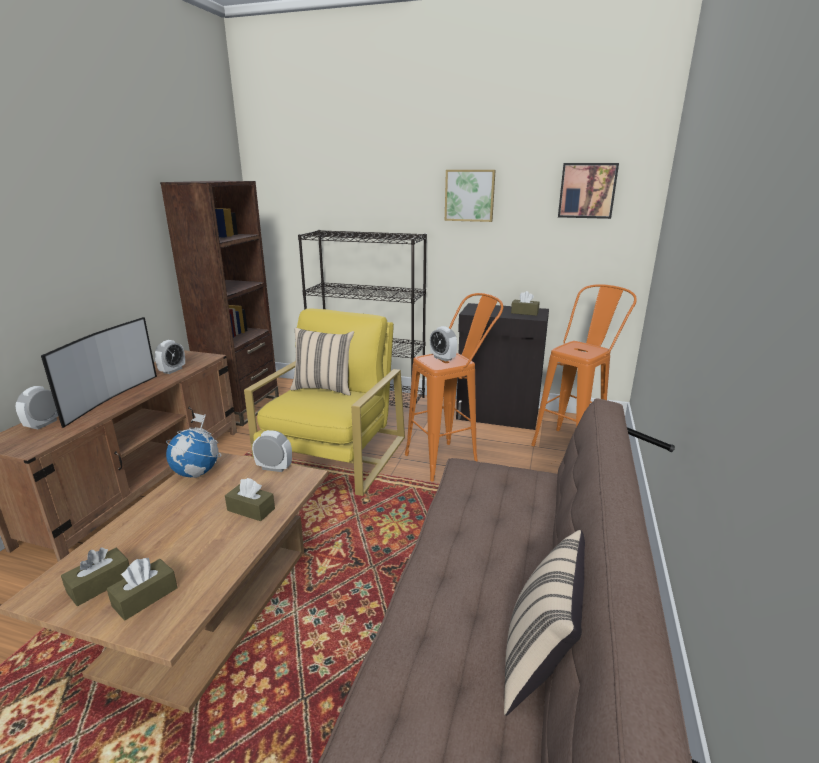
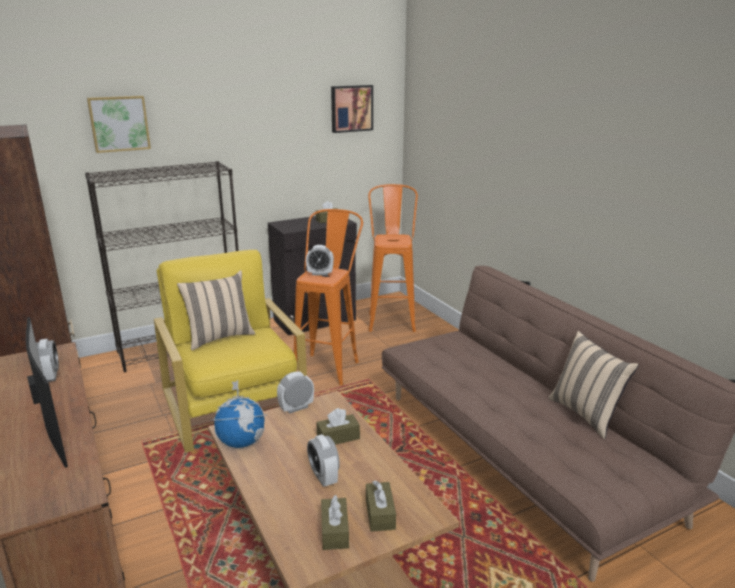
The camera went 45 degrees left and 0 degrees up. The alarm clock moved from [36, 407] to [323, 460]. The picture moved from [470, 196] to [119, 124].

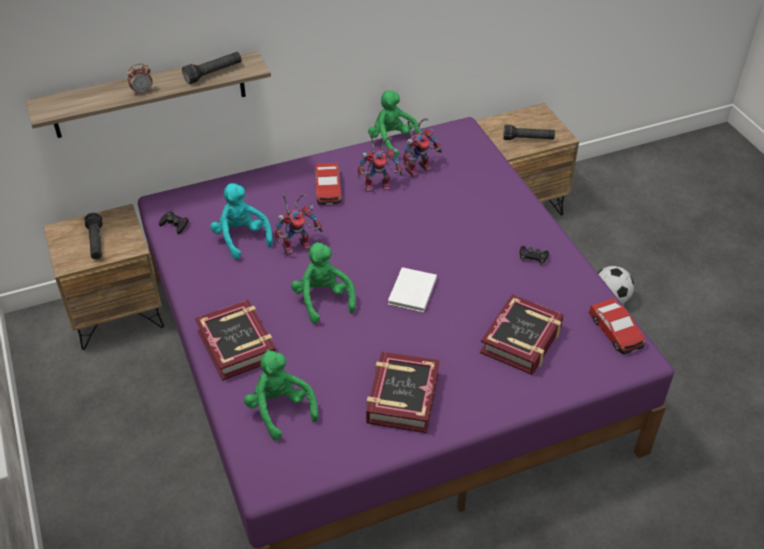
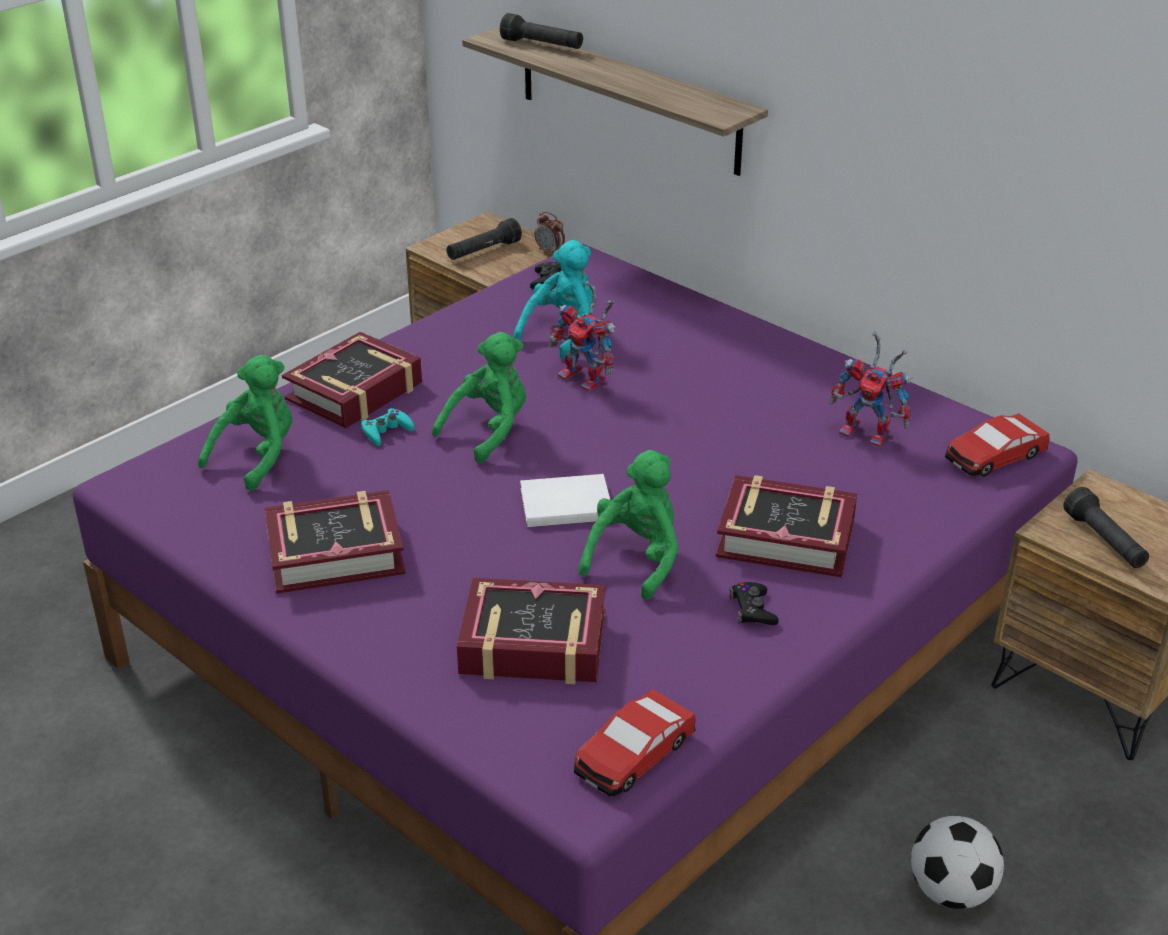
The camera went 65 degrees right and 10 degrees down. The toy robot at [380, 163] disappeared. The turquoise game controller at [388, 427] appeared. The book at [786, 526] appeared. The alarm clock moved from [140, 79] to [550, 233]. The black flashlight moved from [211, 68] to [541, 31]. The toy car moved from [328, 184] to [997, 445]. The green plush toy moved from [395, 124] to [629, 525].

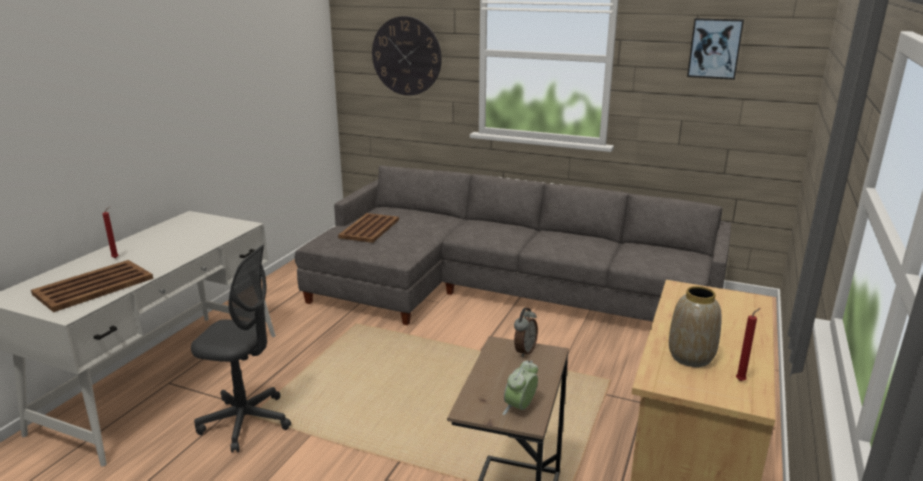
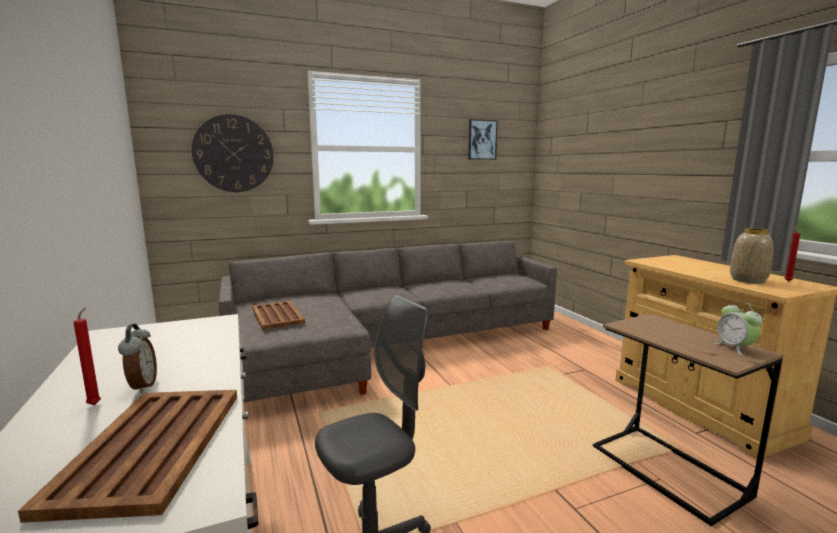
The camera went 45 degrees left and 10 degrees down. The alarm clock moved from [526, 332] to [137, 358].

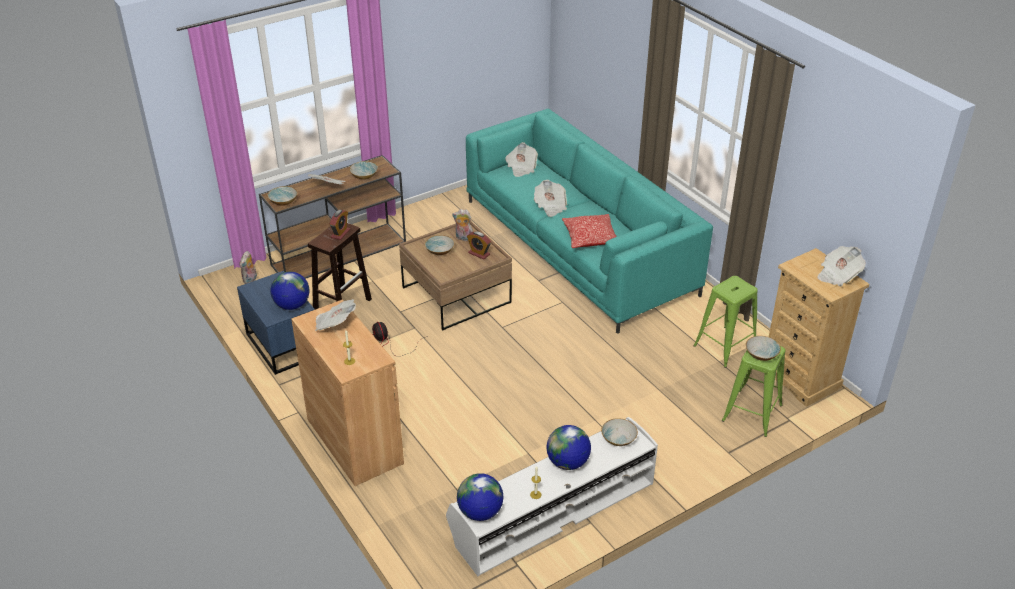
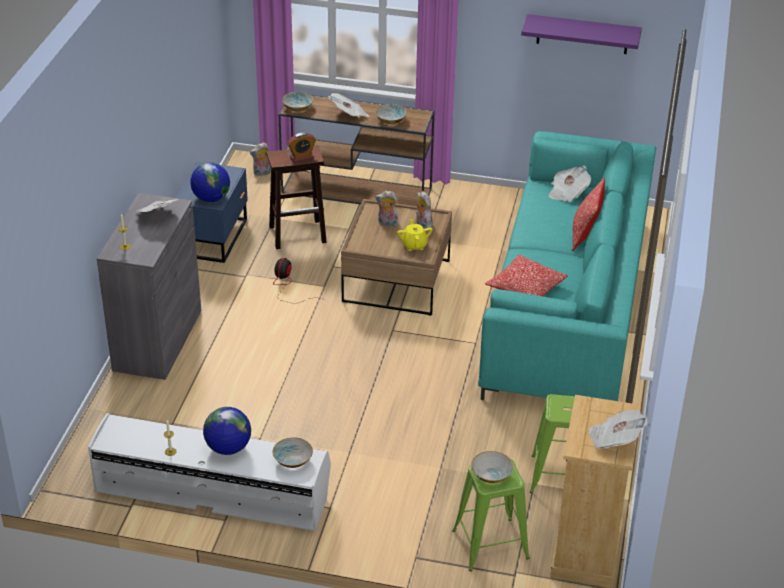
The camera went 45 degrees right and 0 degrees up. The globe at [480, 497] disappeared. The newspaper at [550, 198] disappeared. The purple shelf at [581, 34] appeared. The pillow at [588, 214] appeared. The bowl at [440, 245] was replaced by the plush toy at [387, 209]. The alarm clock at [479, 245] was replaced by the yellow teapot at [415, 235]. The brown cabinet at [347, 392] became the grey cabinet at [149, 286].

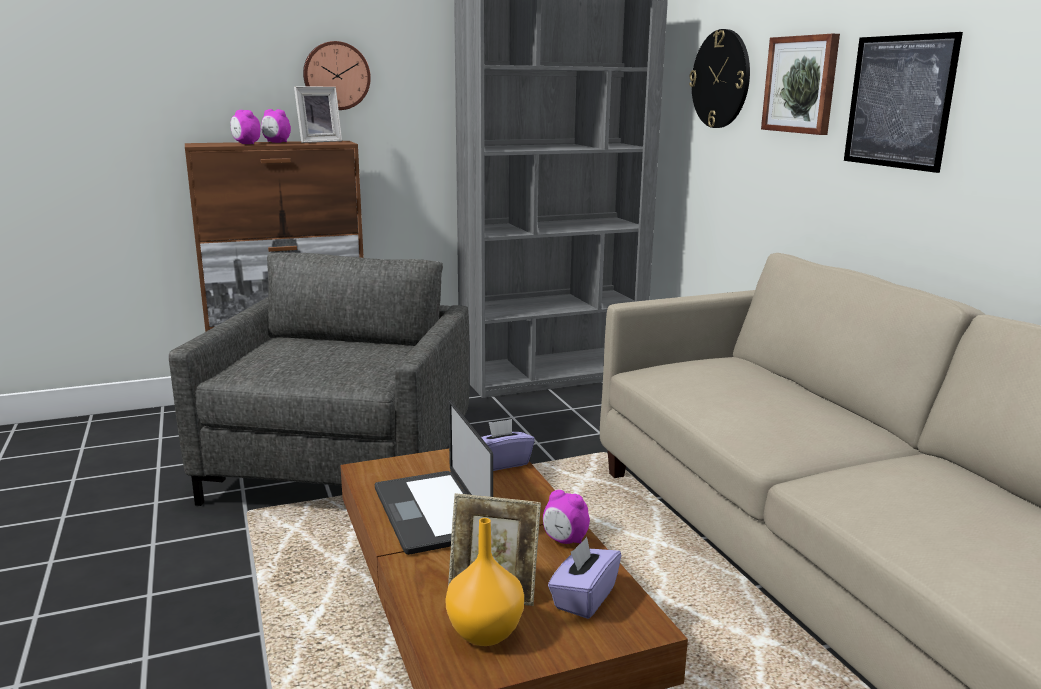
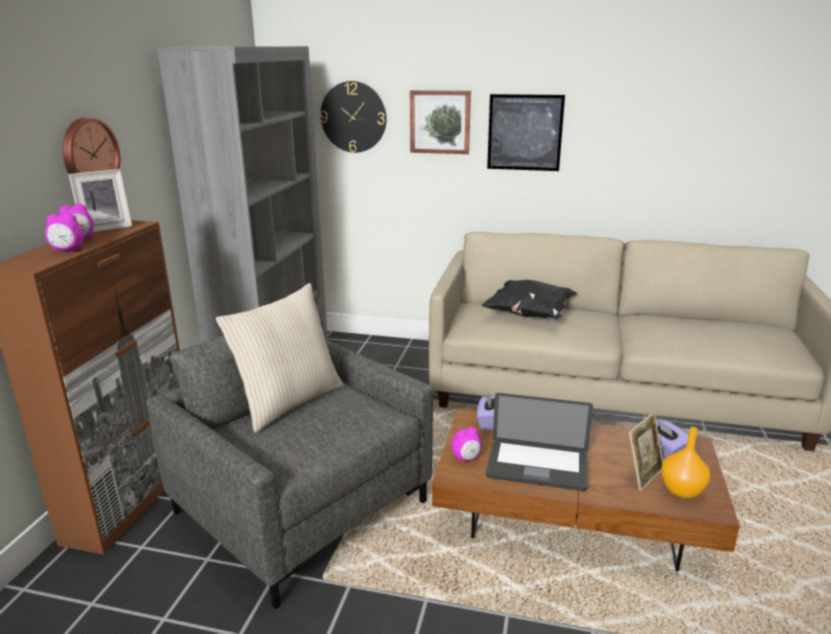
The camera went 55 degrees left and 5 degrees up. The beige pillow at [280, 358] appeared. The black pillow at [529, 299] appeared. The alarm clock moved from [566, 517] to [466, 444]. The picture frame at [318, 115] turned 60 degrees clockwise.

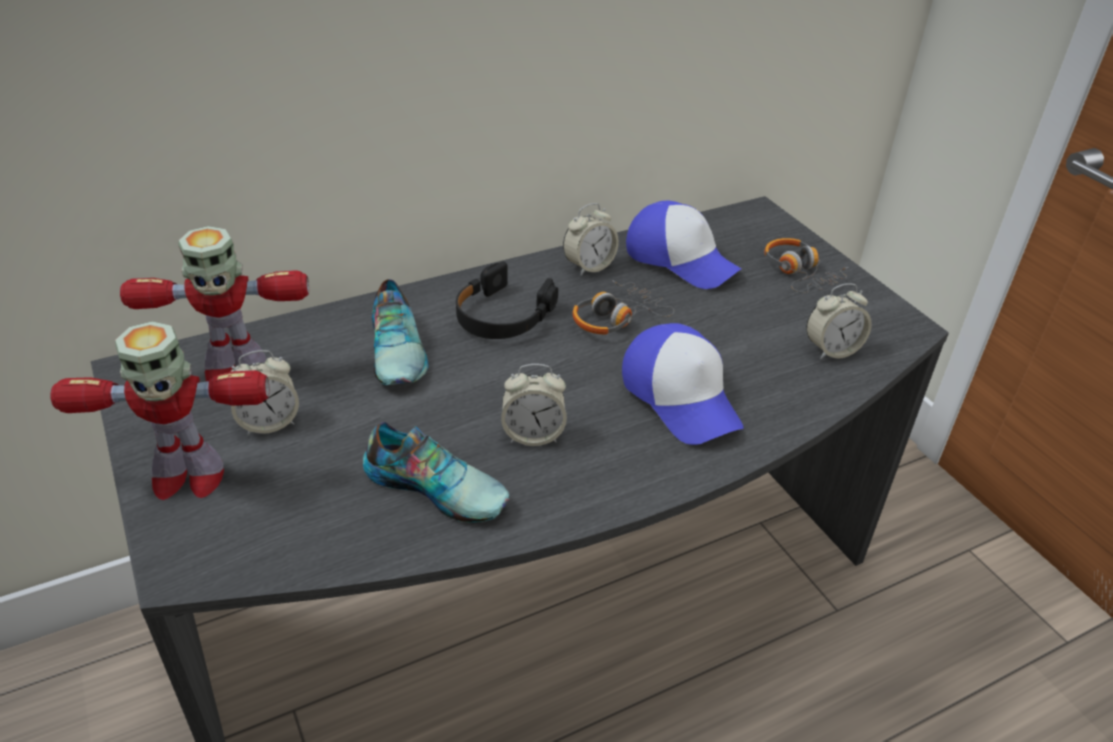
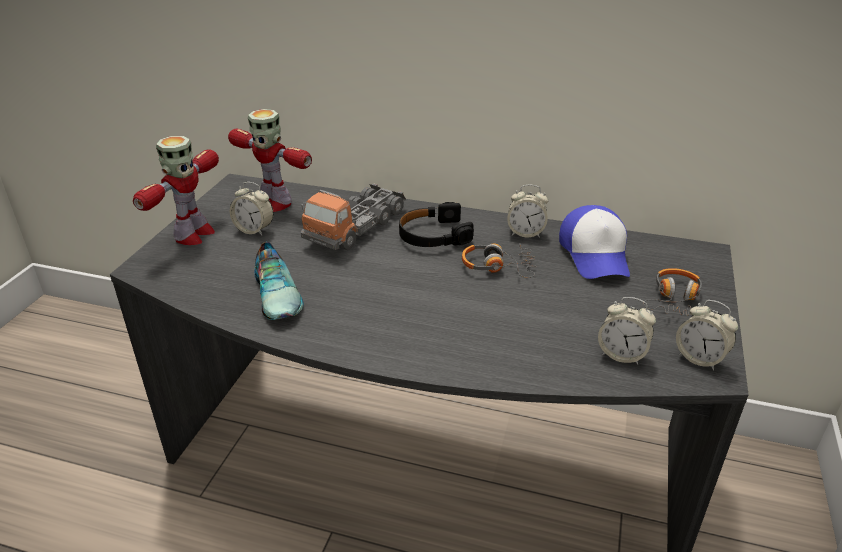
The camera went 45 degrees right and 5 degrees down. The cap at [683, 384] disappeared. The alarm clock moved from [534, 405] to [707, 335]. The shoe at [400, 332] was replaced by the toy truck at [353, 216]. The toy robot at [159, 410] turned 105 degrees counterclockwise.

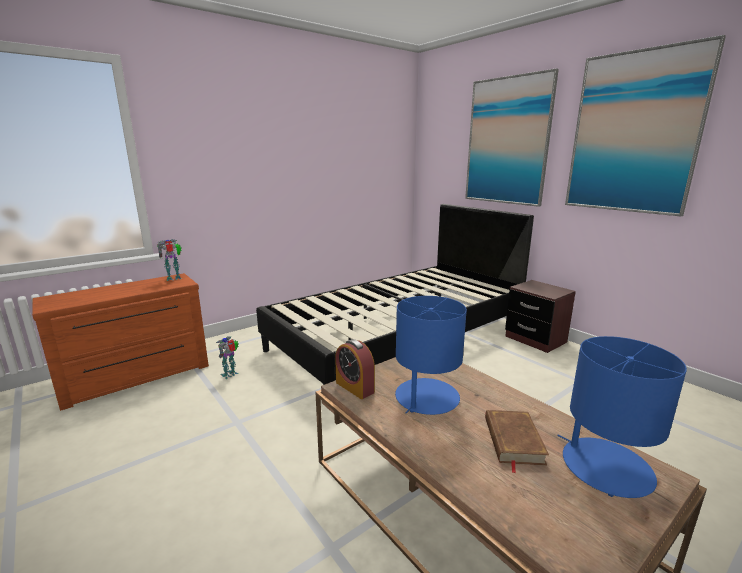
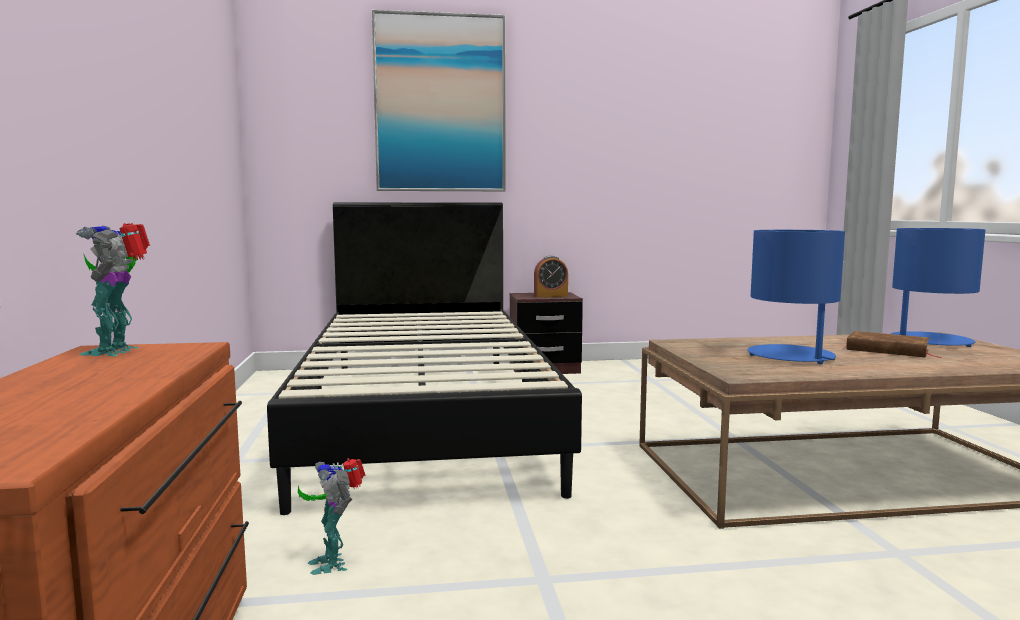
The camera went 60 degrees left and 10 degrees down. The picture at [645, 125] disappeared. The alarm clock moved from [355, 369] to [551, 276].

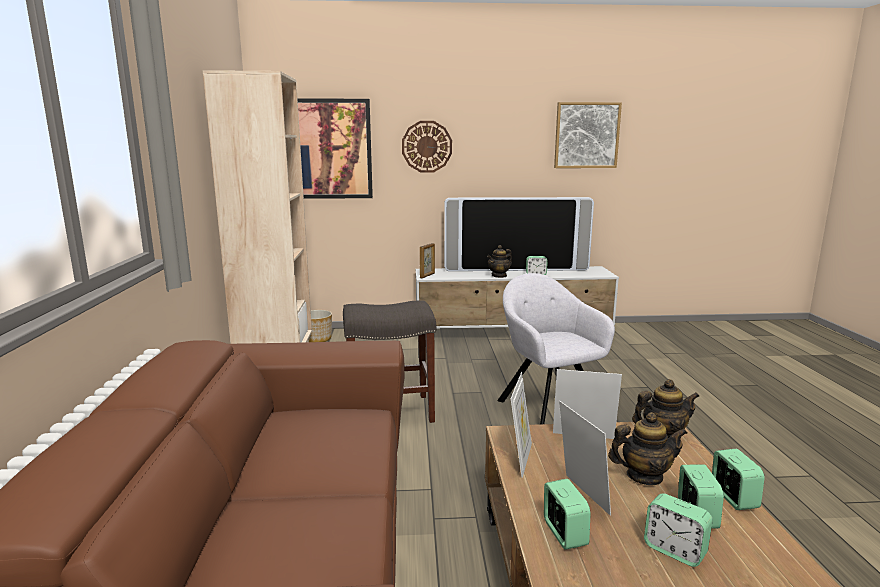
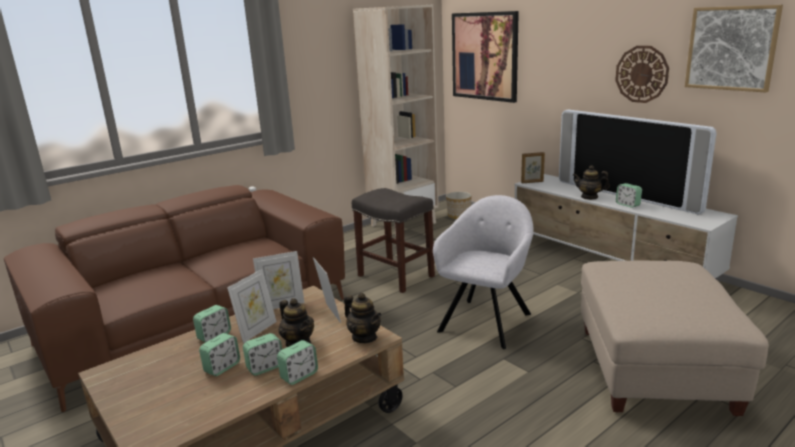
The camera went 55 degrees right and 5 degrees up. The beige ottoman at [675, 338] appeared. The wall clock moved from [427, 147] to [642, 74]. The alarm clock at [678, 530] turned 150 degrees counterclockwise.

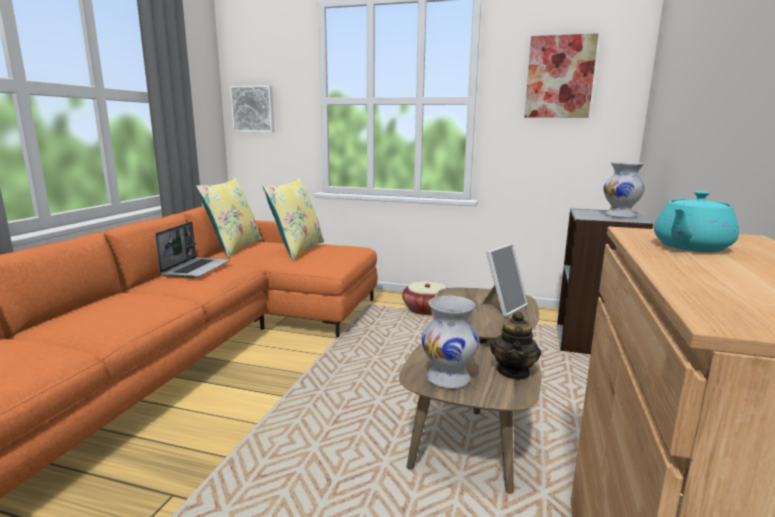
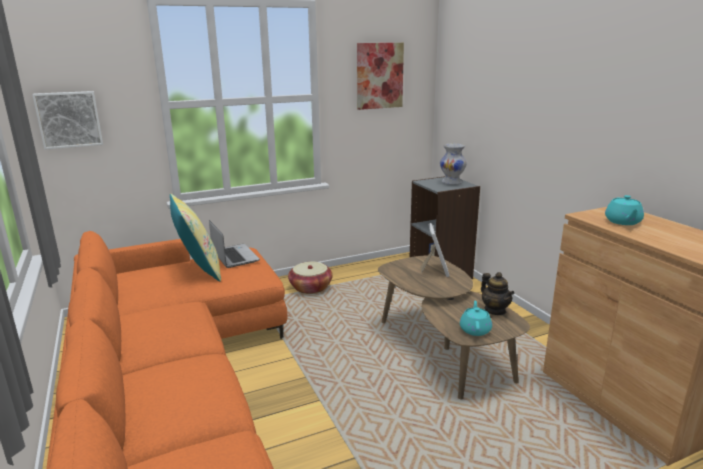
The camera went 40 degrees left and 5 degrees up. The yellow pillow at [229, 217] disappeared. The laptop moved from [192, 250] to [234, 244]. The white vase at [450, 342] was replaced by the turquoise teapot at [476, 318].

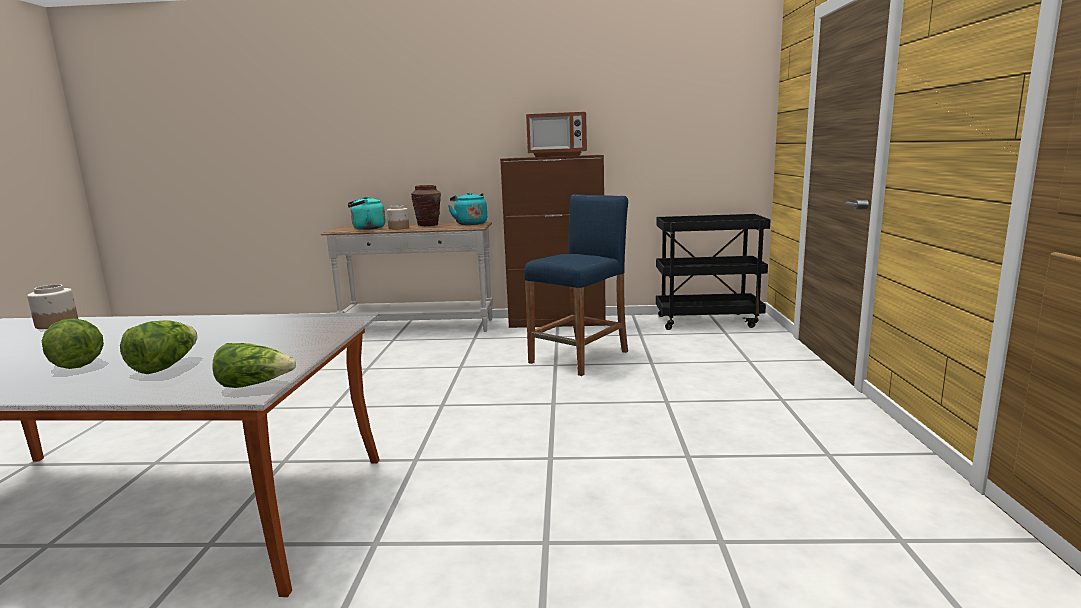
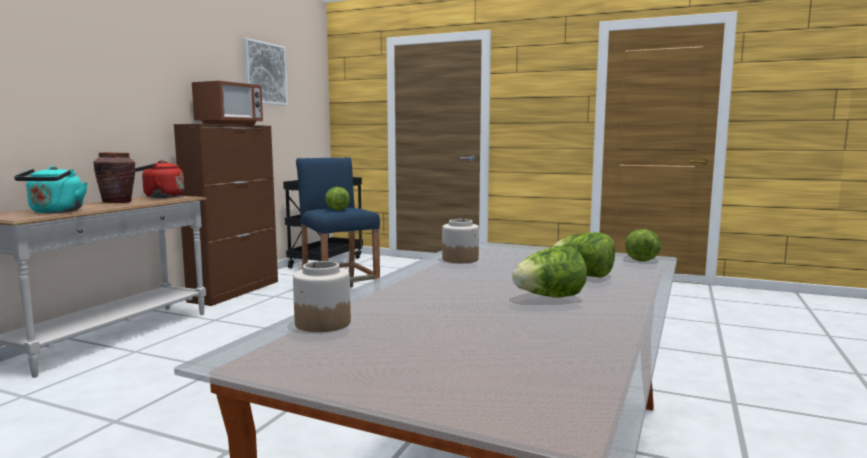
The camera went 70 degrees left and 5 degrees down. The picture at [265, 72] appeared. The lettuce at [337, 198] appeared. The jar moved from [398, 217] to [460, 241]. The turquoise kettle at [467, 208] became the red kettle at [159, 179].

